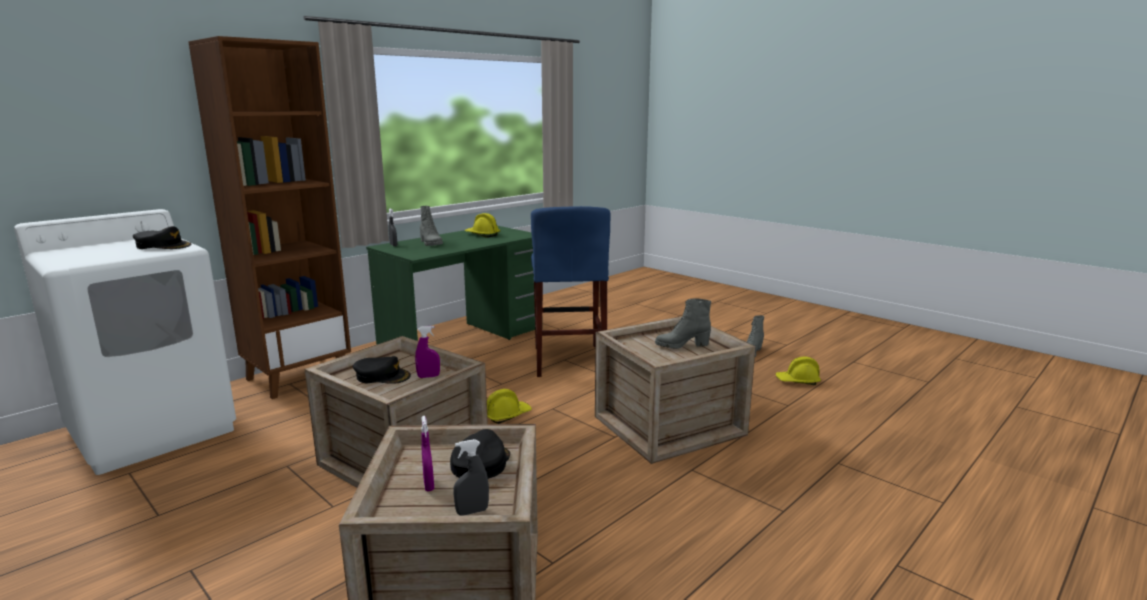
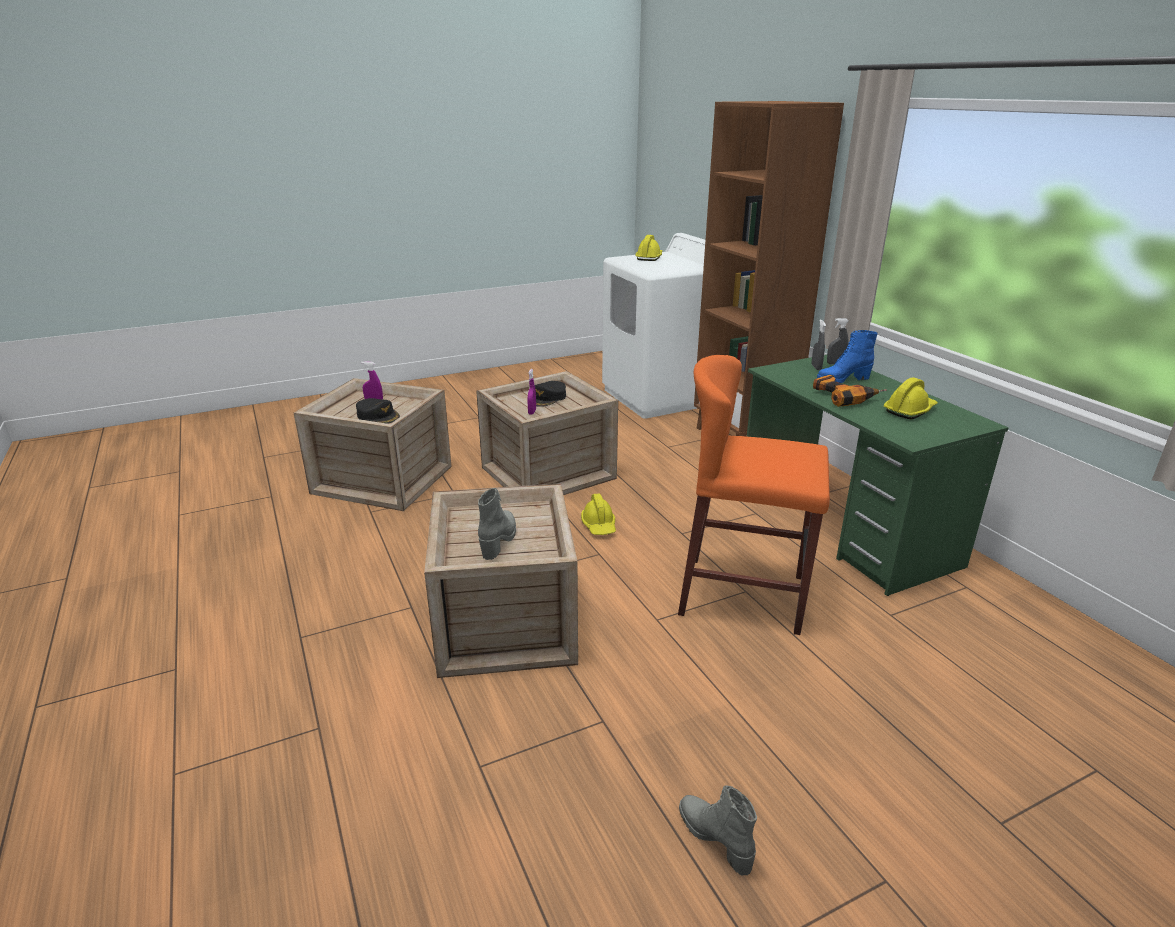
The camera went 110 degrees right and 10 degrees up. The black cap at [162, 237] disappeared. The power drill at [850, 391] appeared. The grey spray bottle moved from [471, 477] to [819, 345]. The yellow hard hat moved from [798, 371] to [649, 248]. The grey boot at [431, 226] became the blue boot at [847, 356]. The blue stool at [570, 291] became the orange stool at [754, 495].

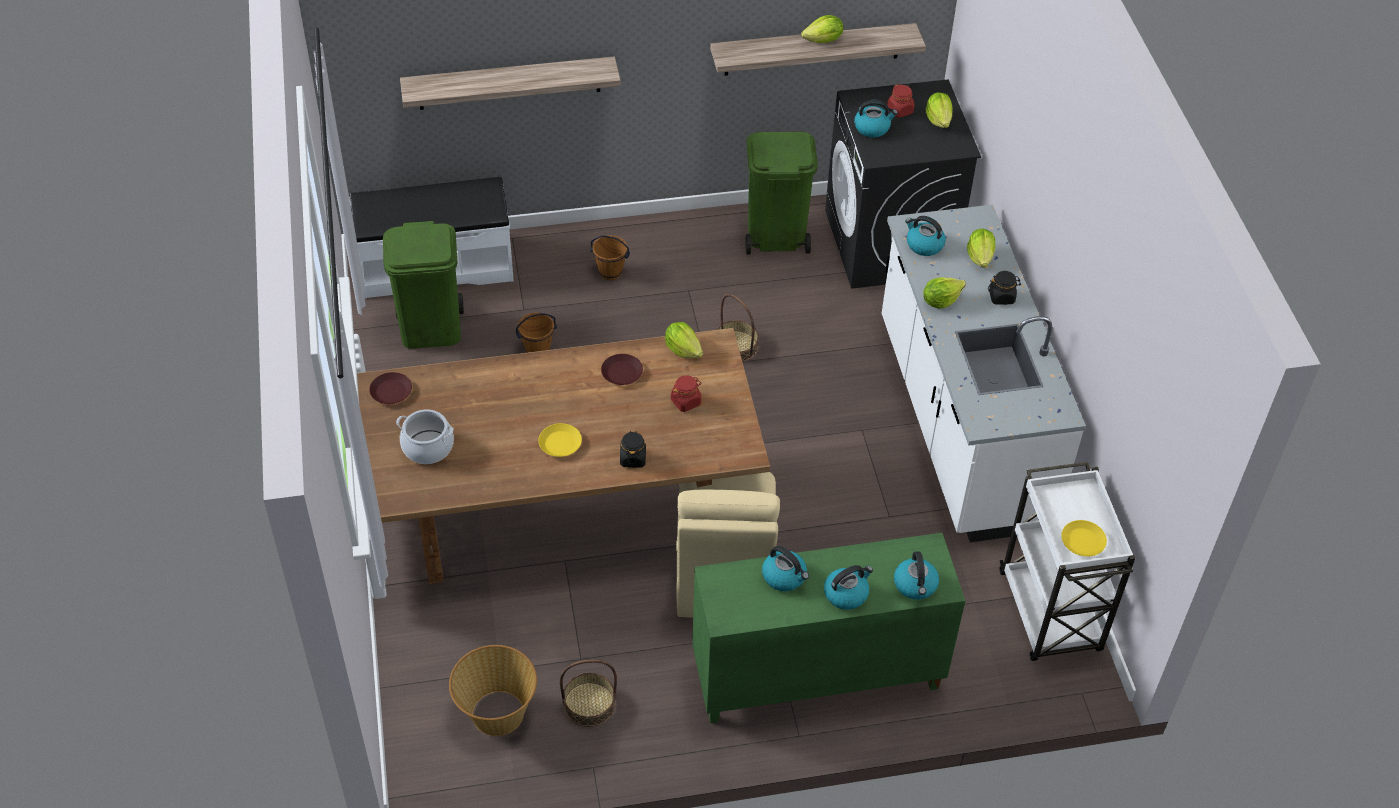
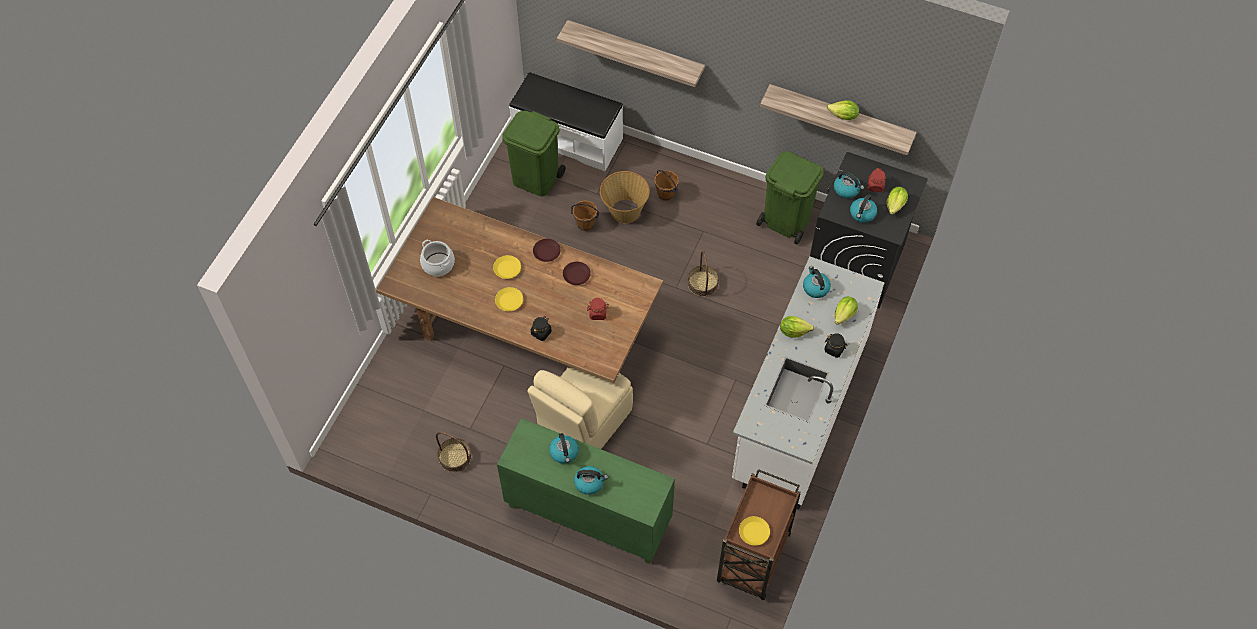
The camera went 35 degrees right and 10 degrees up. The lettuce at [684, 340] disappeared. The yellow plate at [507, 267] appeared. The brown plate moved from [390, 388] to [547, 250]. The basket moved from [493, 690] to [625, 197]. The kettle moved from [916, 575] to [863, 208]. The white cart at [1067, 561] became the brown cart at [759, 534].

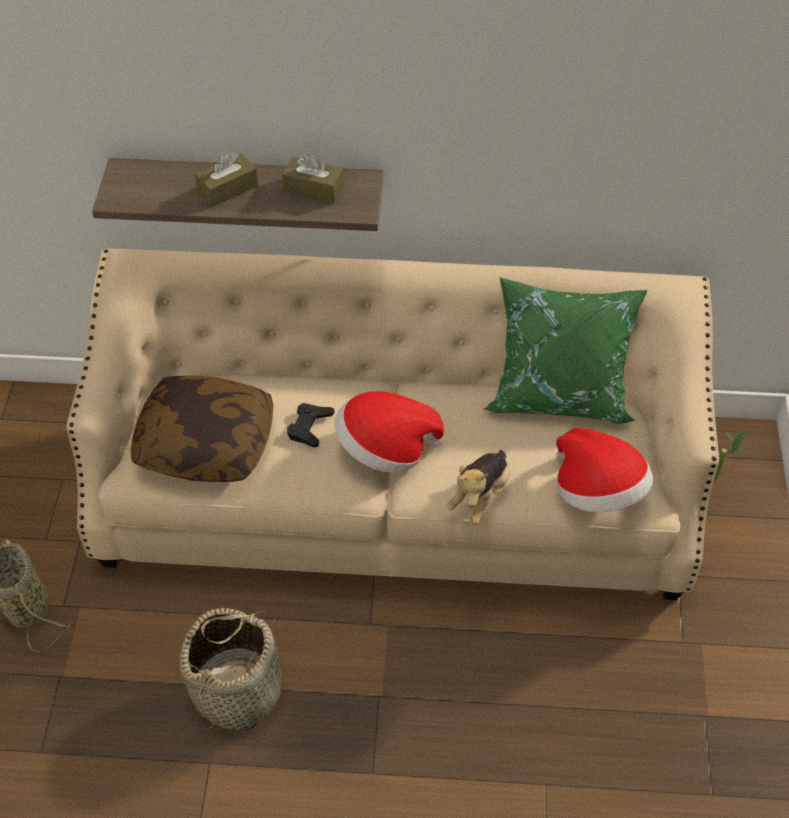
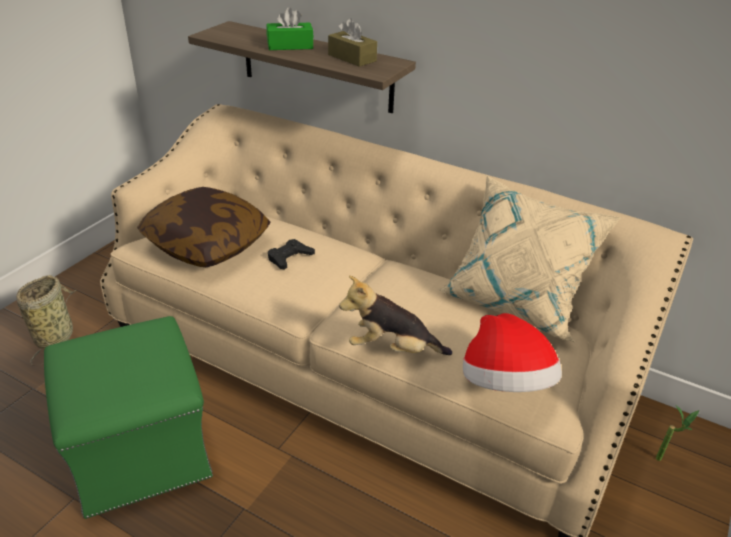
The camera went 25 degrees right and 15 degrees down. The hat at [389, 432] disappeared. The basket at [231, 669] was replaced by the green ottoman at [128, 417]. The brown tissue box at [226, 179] became the green tissue box at [290, 28]. The green pillow at [565, 350] became the beige pillow at [529, 259]. The plush toy at [478, 487] turned 45 degrees clockwise.

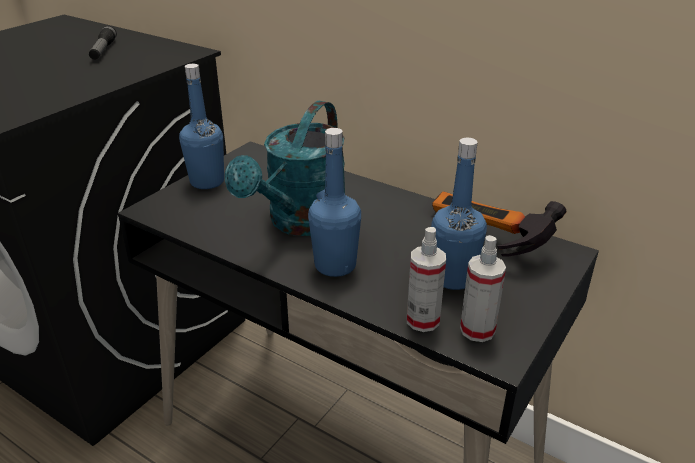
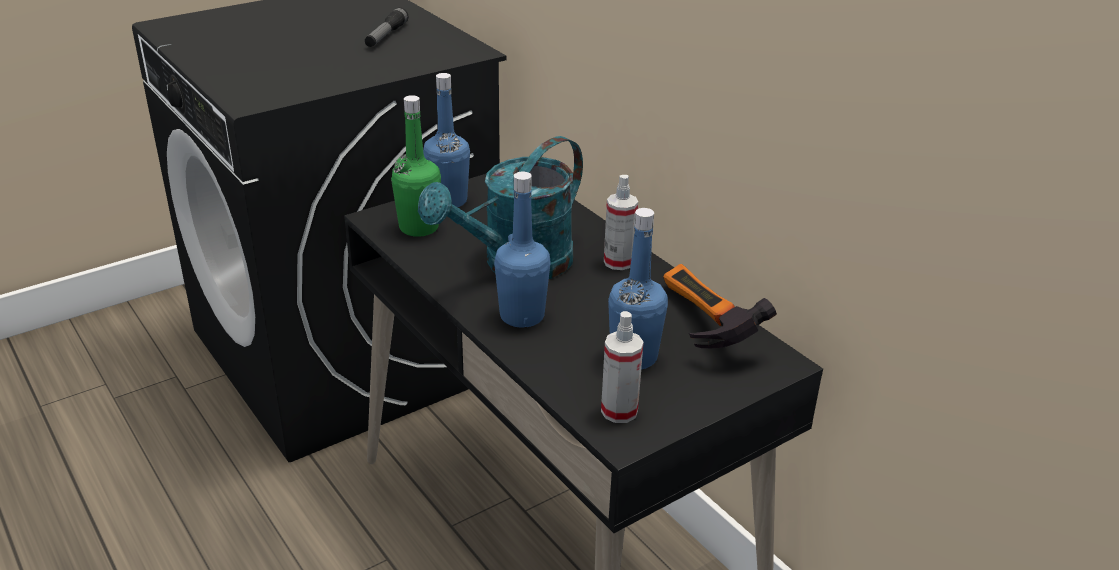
The camera went 20 degrees right and 0 degrees up. The green bottle at [416, 166] appeared. The spray bottle moved from [426, 279] to [621, 222].

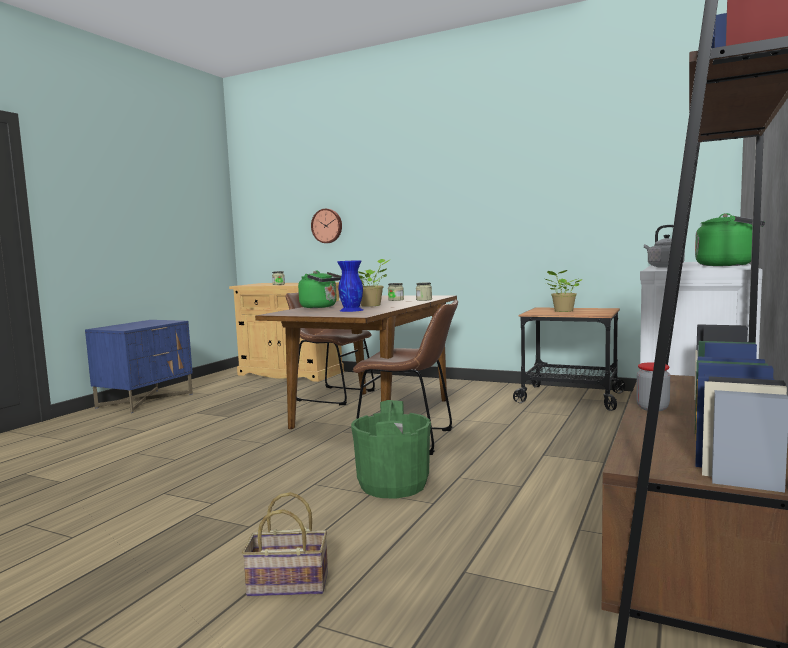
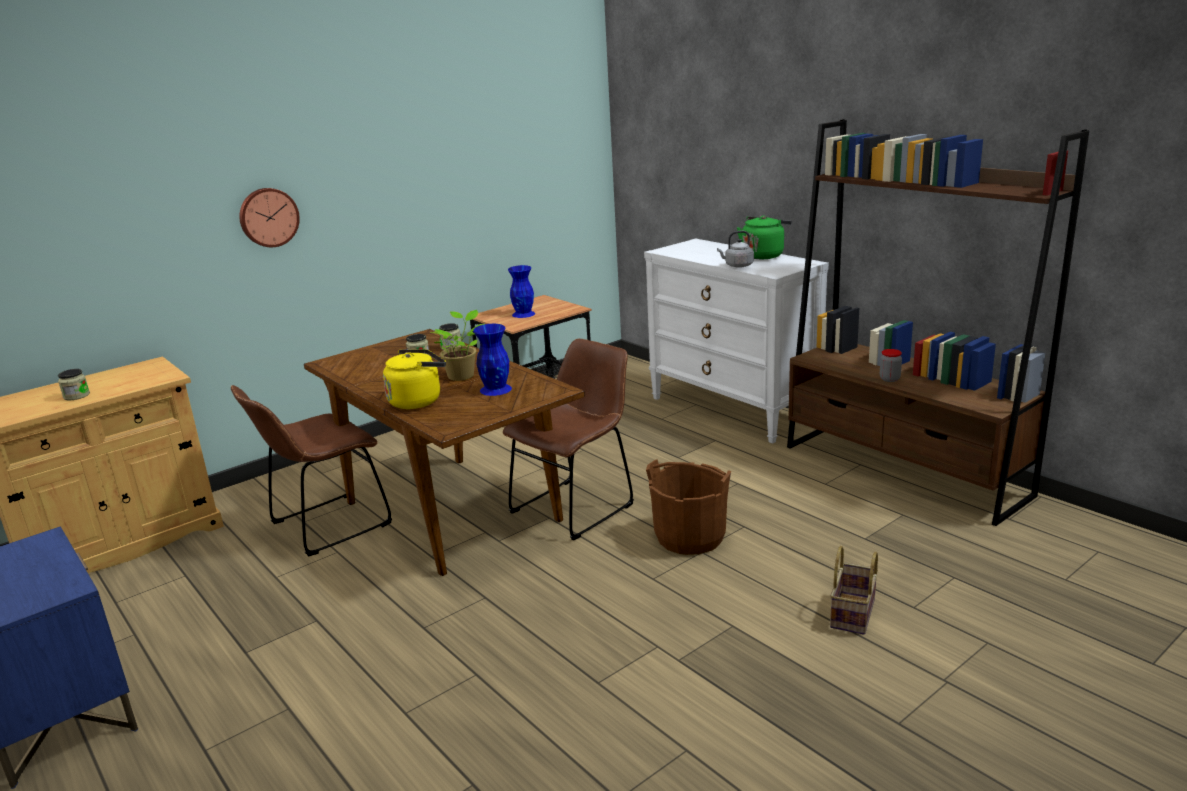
The camera went 65 degrees left and 15 degrees up. The wall clock moved from [326, 226] to [269, 217]. The potted plant at [563, 291] was replaced by the blue vase at [521, 291]. The green kettle at [319, 289] became the yellow kettle at [414, 379]. The green bucket at [391, 449] became the brown bucket at [688, 507].

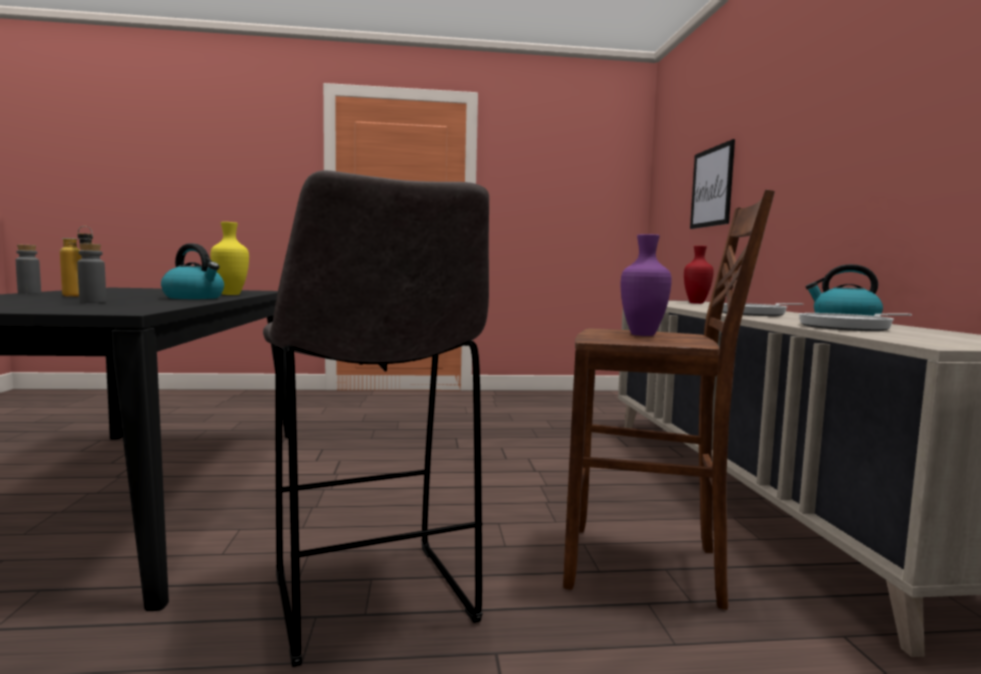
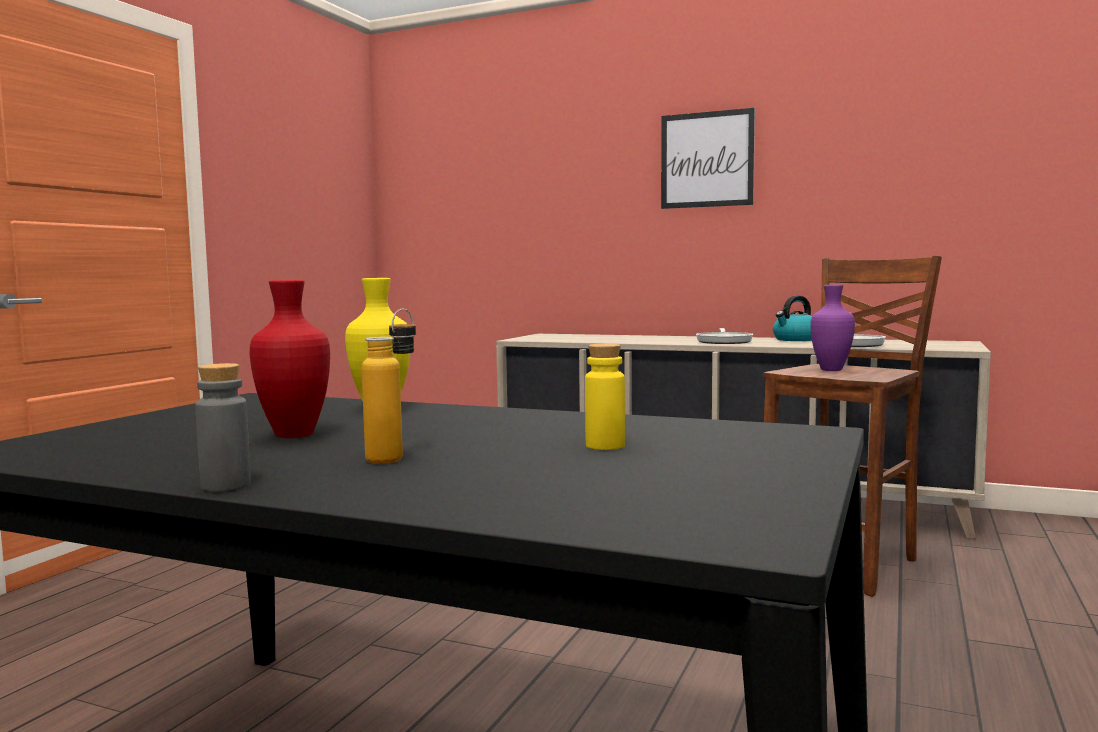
The camera went 60 degrees left and 0 degrees up. The kettle at [192, 271] disappeared. The grey stool at [376, 418] disappeared. The red vase moved from [699, 275] to [290, 359]. The picture moved from [712, 184] to [708, 158]. The grey bottle at [91, 273] became the yellow bottle at [605, 397].

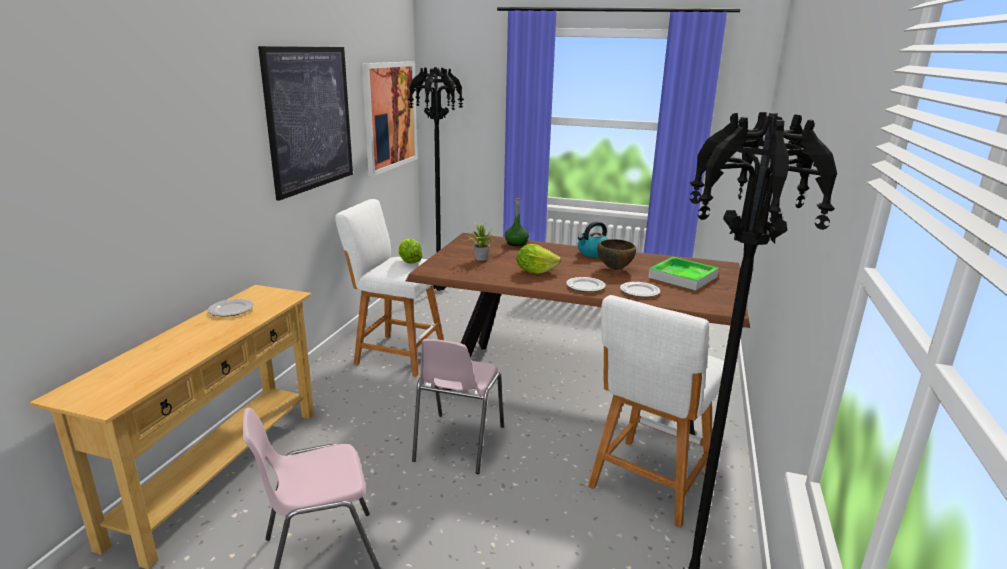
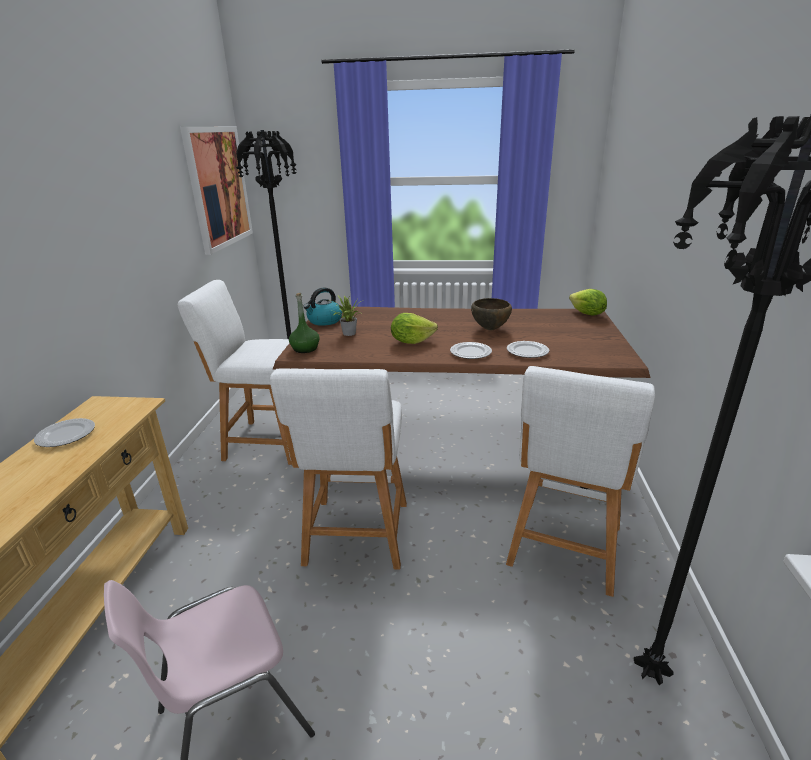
The camera went 10 degrees left and 5 degrees up. The picture at [305, 123] disappeared. The tray at [683, 274] disappeared. The lettuce moved from [410, 251] to [588, 302]. The green bottle moved from [517, 222] to [304, 323]. The kettle moved from [593, 239] to [322, 306]. The pink chair at [458, 406] was replaced by the white stool at [338, 469].

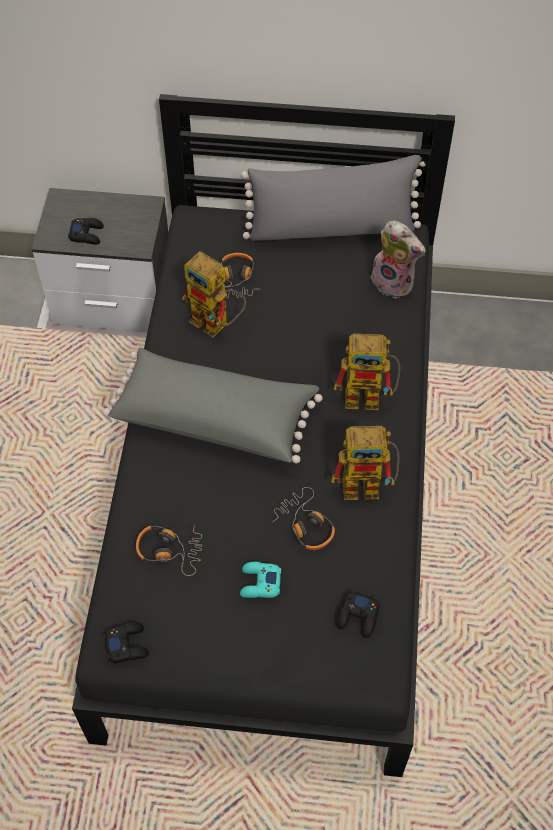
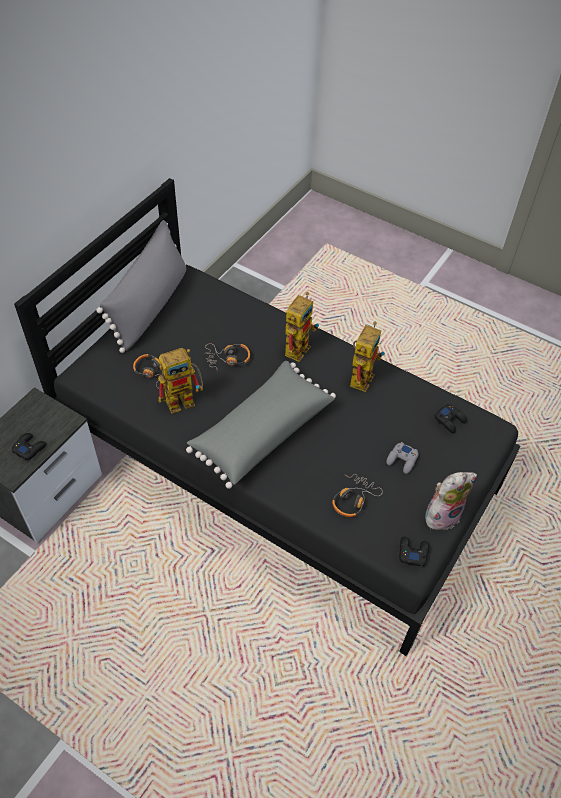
The camera went 65 degrees left and 5 degrees down. The headphones moved from [303, 518] to [227, 356]. The plush toy moved from [398, 259] to [451, 501]. The turquoise game controller at [260, 580] became the grey game controller at [402, 458].

